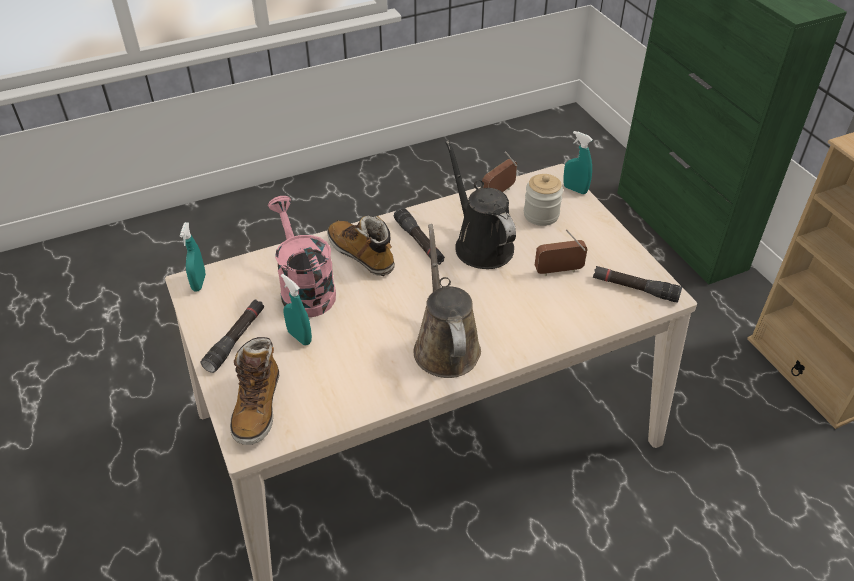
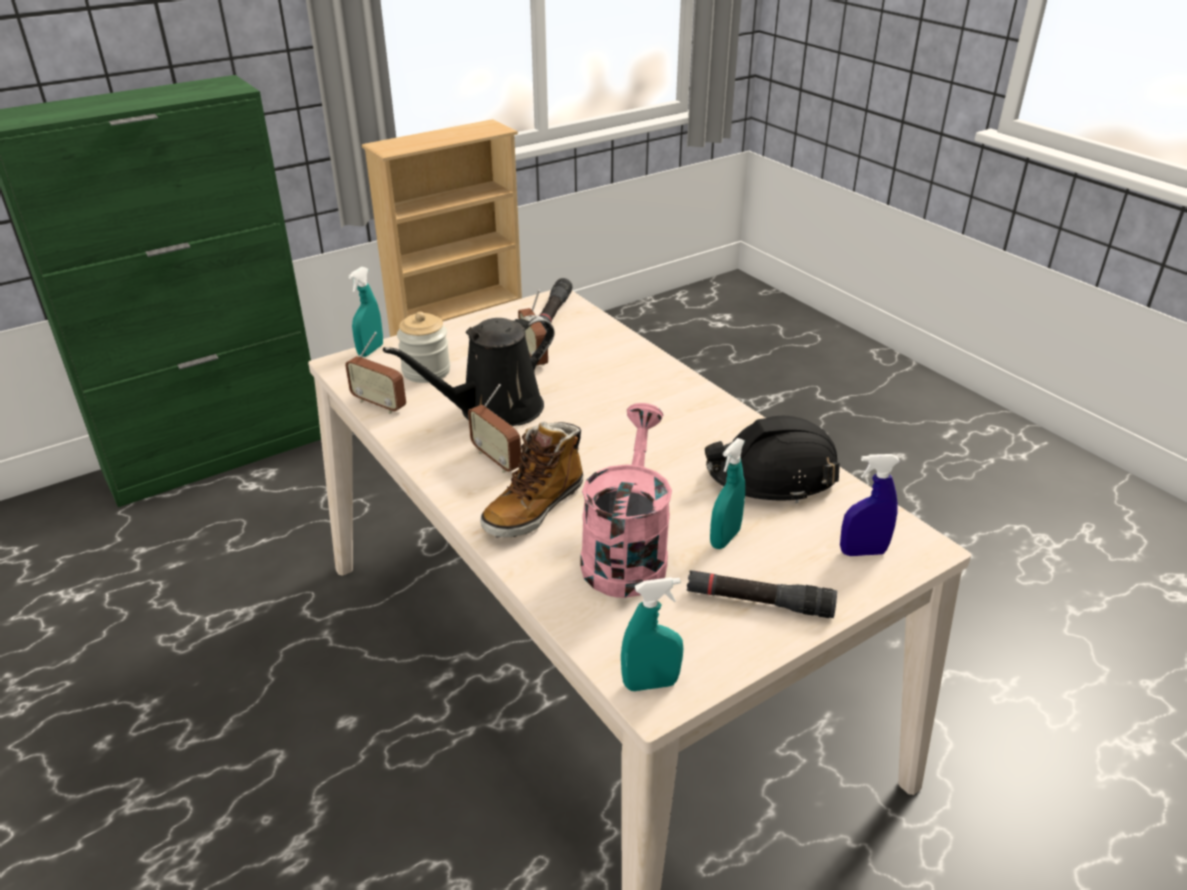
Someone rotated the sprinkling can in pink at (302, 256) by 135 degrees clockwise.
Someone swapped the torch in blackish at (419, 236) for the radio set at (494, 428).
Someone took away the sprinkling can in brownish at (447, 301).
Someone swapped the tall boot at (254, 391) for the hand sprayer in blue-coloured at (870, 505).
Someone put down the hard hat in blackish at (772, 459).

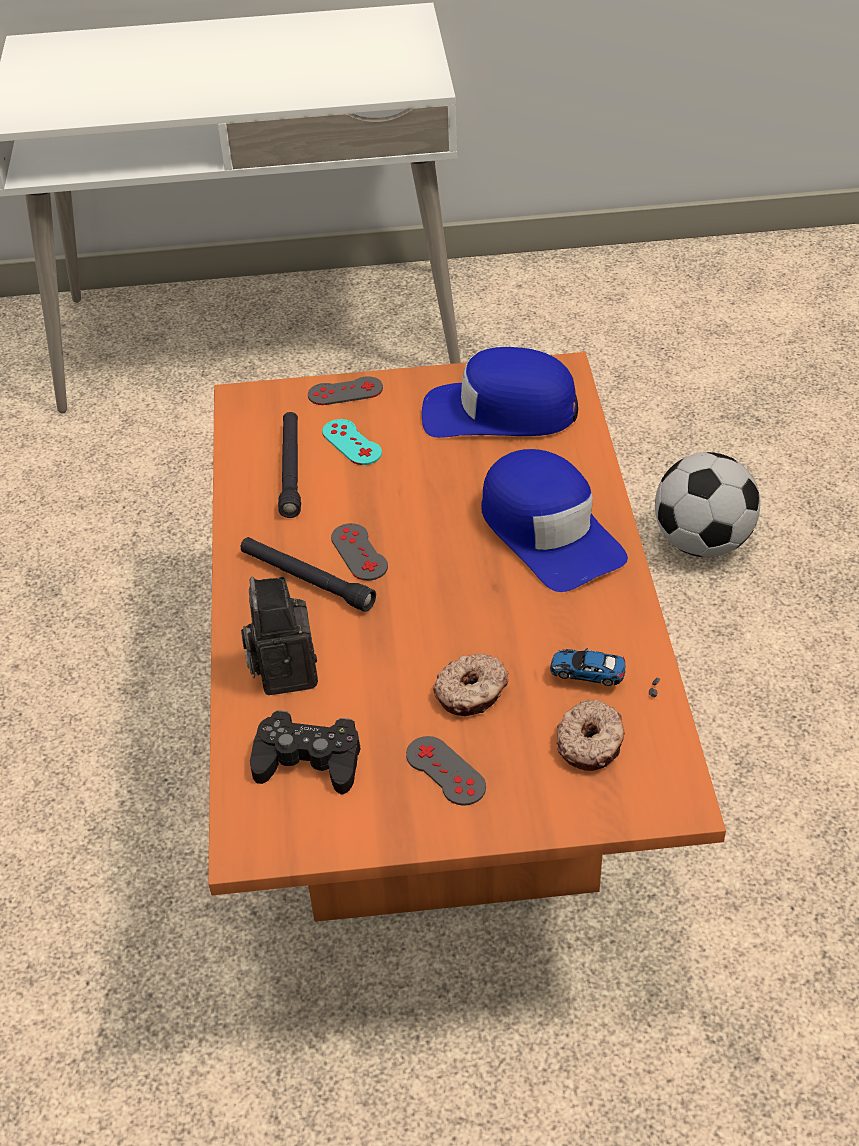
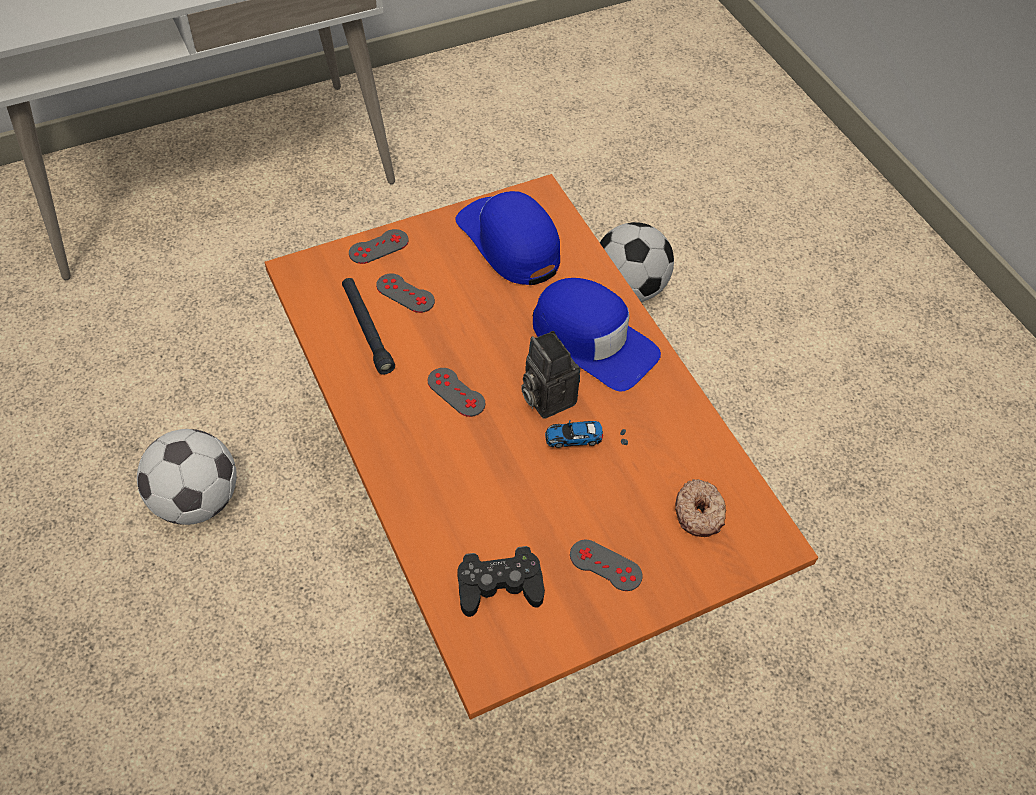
Someone rotated the cap in blue-coloured at (500, 392) by 75 degrees clockwise.
Someone repainted the joypad in turquoise at (352, 442), which became the joypad in gray at (405, 293).
Someone took away the torch in blackish at (308, 574).
Someone carried the still camera from (279, 636) to (550, 375).
Someone carried the toy car from (605, 673) to (586, 434).
Someone took away the doughnut at (471, 685).
Someone put down the ball for football at (187, 477).

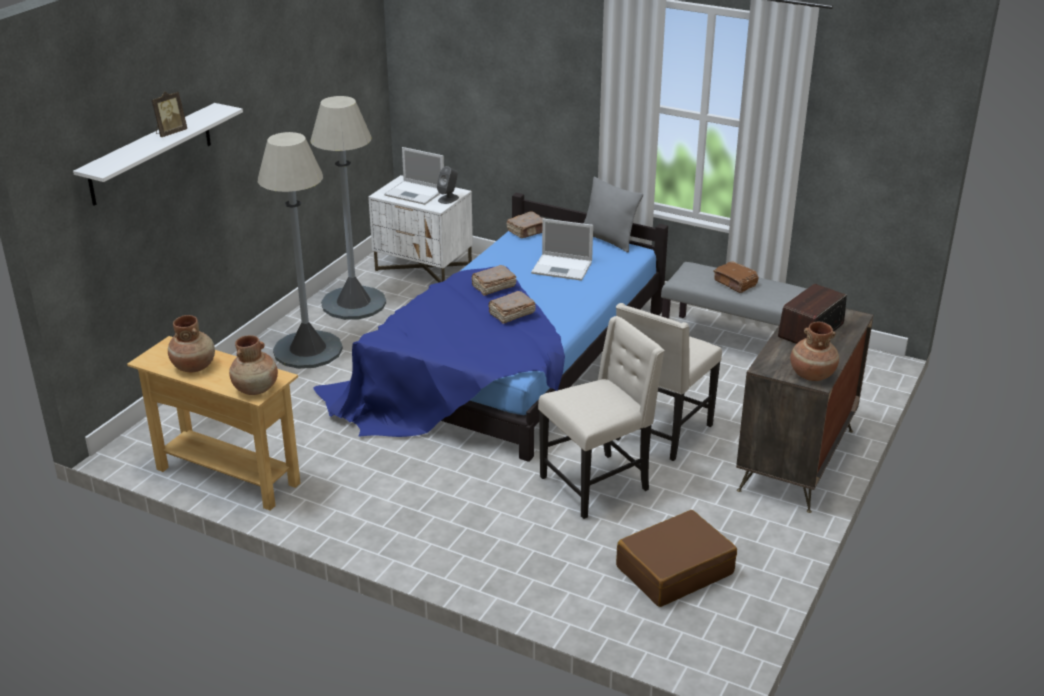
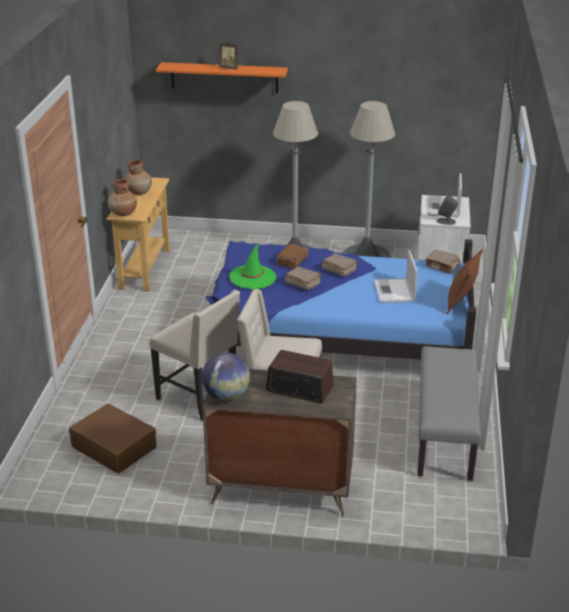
Someone repainted the bracket shelf in whitish at (158, 154), which became the bracket shelf in orangey at (222, 77).
Someone repainted the cushion in gray at (613, 214), which became the cushion in brownish at (464, 282).
Someone carried the book in brownish from (735, 277) to (293, 256).
Someone swapped the decorative vase in brownish at (814, 351) for the globe at (226, 376).
Someone put down the wearable hat in greenish at (252, 267).

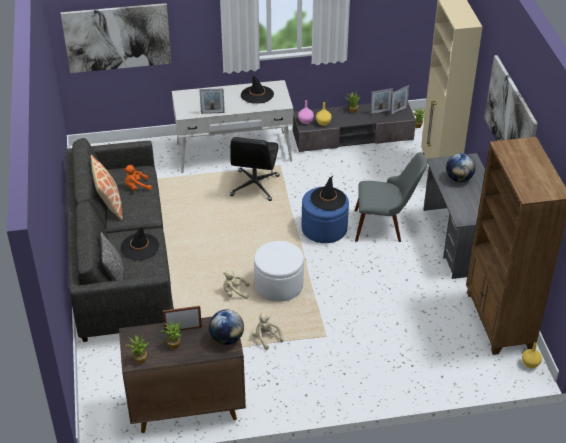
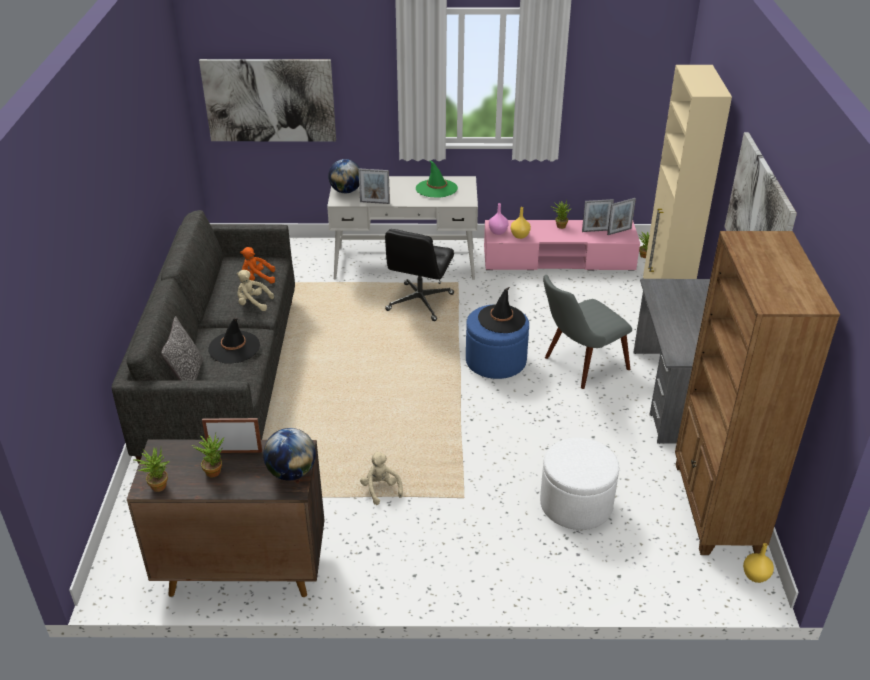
Someone repainted the wearable hat in blackish at (257, 89), which became the wearable hat in greenish at (437, 178).
Someone repainted the tv stand in gray at (354, 127), which became the tv stand in pink at (562, 245).
Someone rotated the upright chair in gray at (391, 197) by 135 degrees clockwise.
Someone carried the globe from (461, 167) to (344, 176).
Someone took away the cushion at (107, 187).
Someone carried the pouffe in whitish from (279, 271) to (579, 483).
Someone carried the plush toy in sand-coloured from (236, 284) to (255, 290).

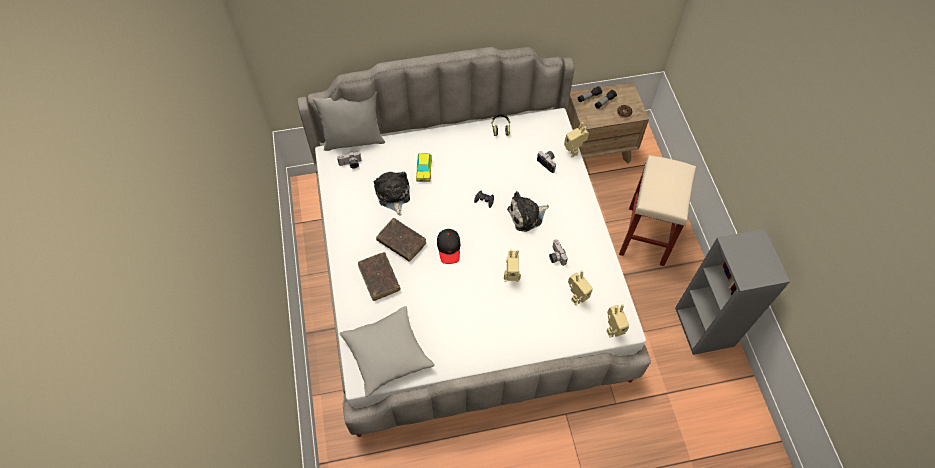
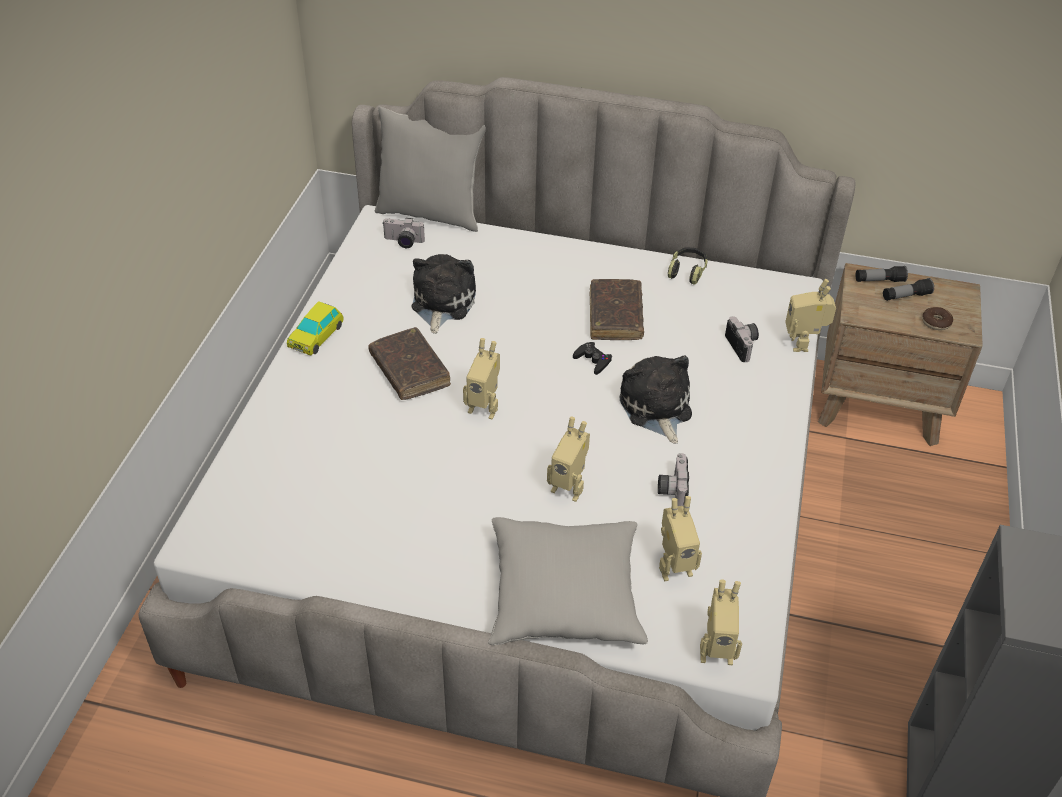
Someone carried the toy car from (424, 167) to (315, 328).
Someone took away the sitting stool in sand-coloured at (657, 210).
Someone rotated the plush toy at (528, 211) by 75 degrees clockwise.
Someone swapped the cap in blackish at (448, 246) for the toy robot at (481, 378).
Someone carried the book in brownish from (379, 276) to (617, 309).
Someone carried the cushion in gray from (387, 351) to (568, 581).

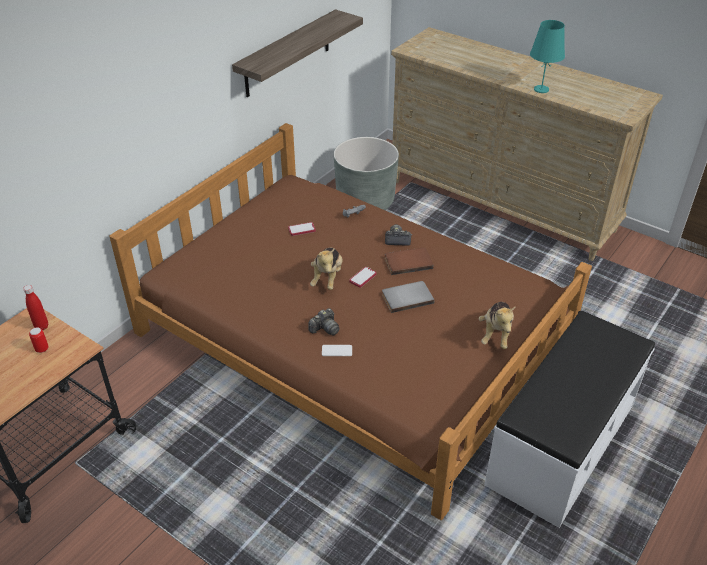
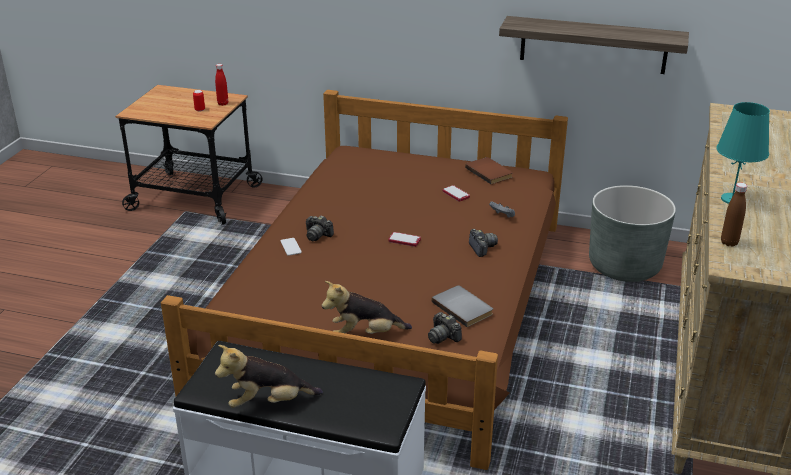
Someone carried the plush toy from (326, 269) to (269, 376).
Someone carried the book in brownish from (409, 261) to (489, 170).
Someone carried the book in gray from (408, 297) to (462, 306).
Someone put down the bottle in brownish at (734, 215).
Someone put down the still camera at (445, 328).

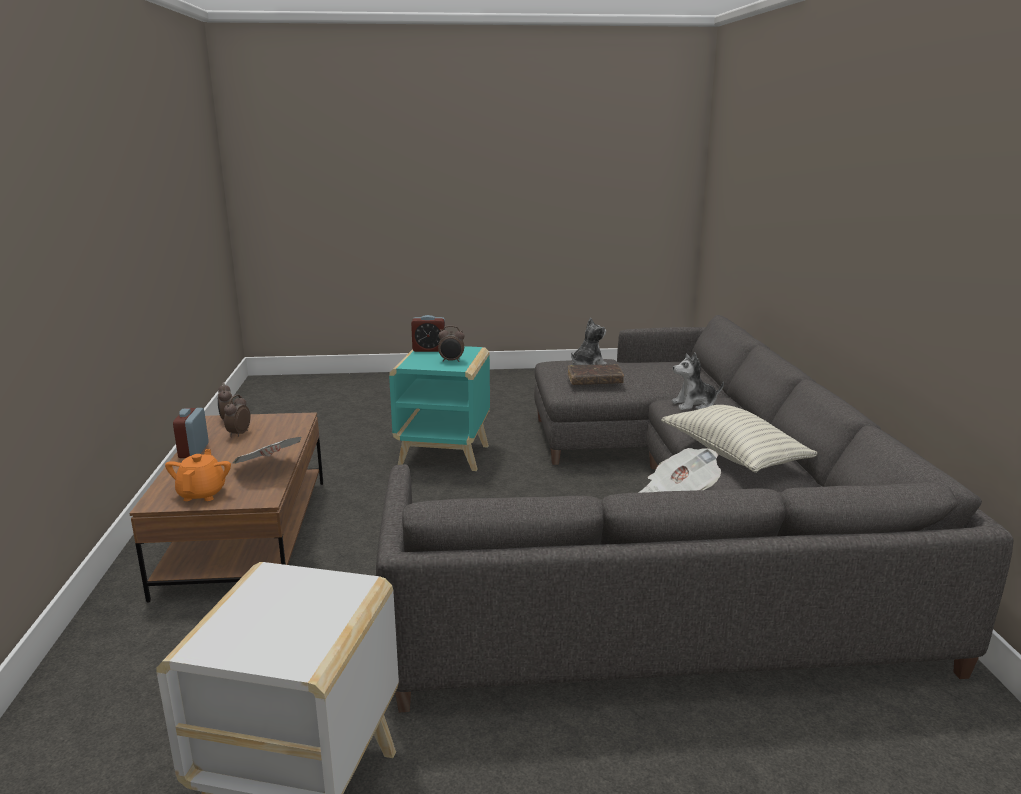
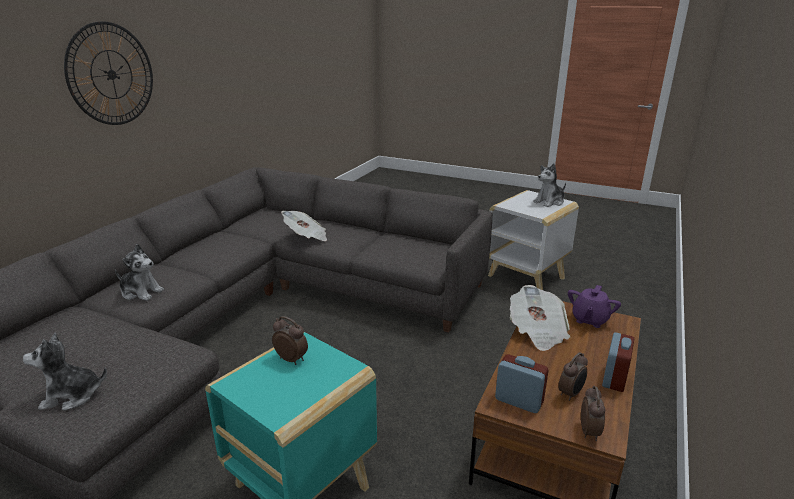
Someone carried the alarm clock from (428, 333) to (522, 383).
Someone took away the book in brownish at (595, 374).
Someone took away the cushion at (739, 439).
Someone repainted the teapot in orangey at (198, 475), which became the teapot in purple at (594, 306).
Someone put up the wall clock at (108, 73).
Someone put down the plush toy at (549, 185).

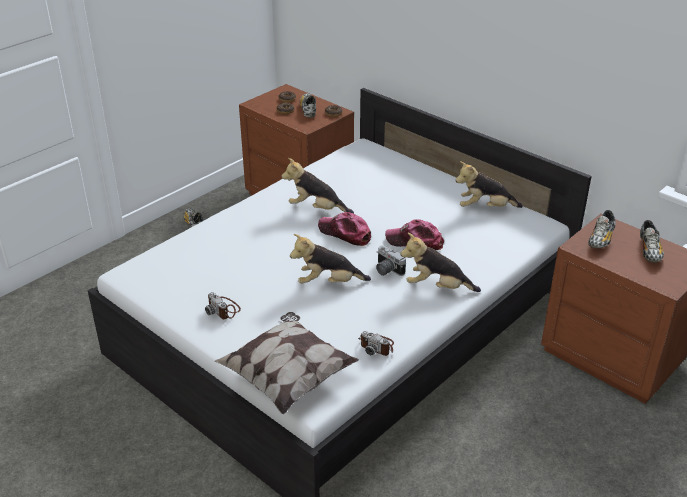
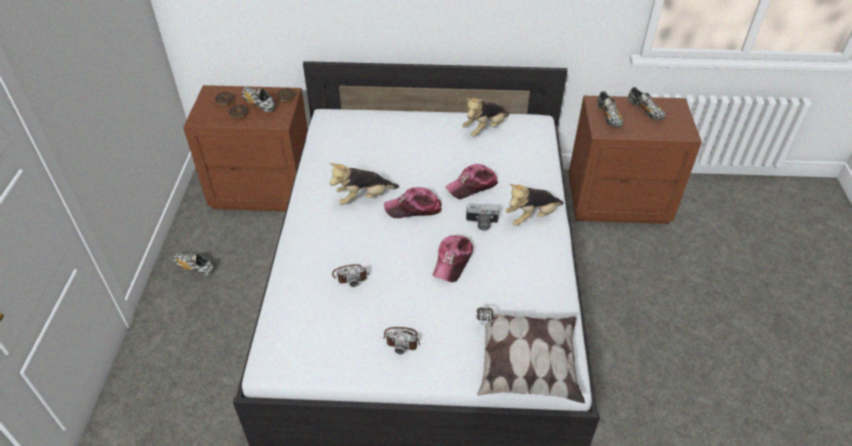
Someone swapped the plush toy at (330, 259) for the cap at (453, 258).
Someone carried the still camera from (376, 343) to (351, 275).

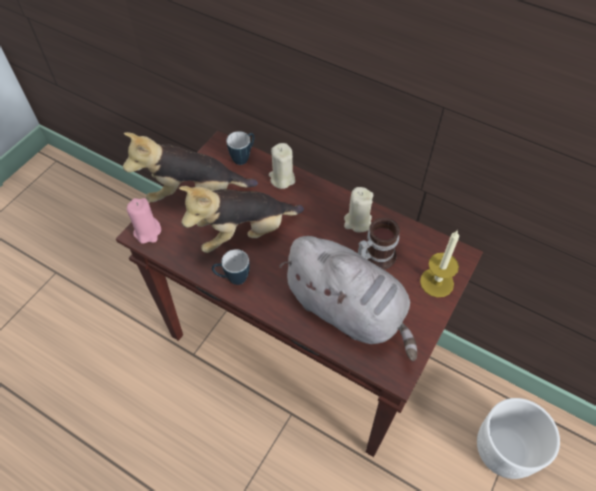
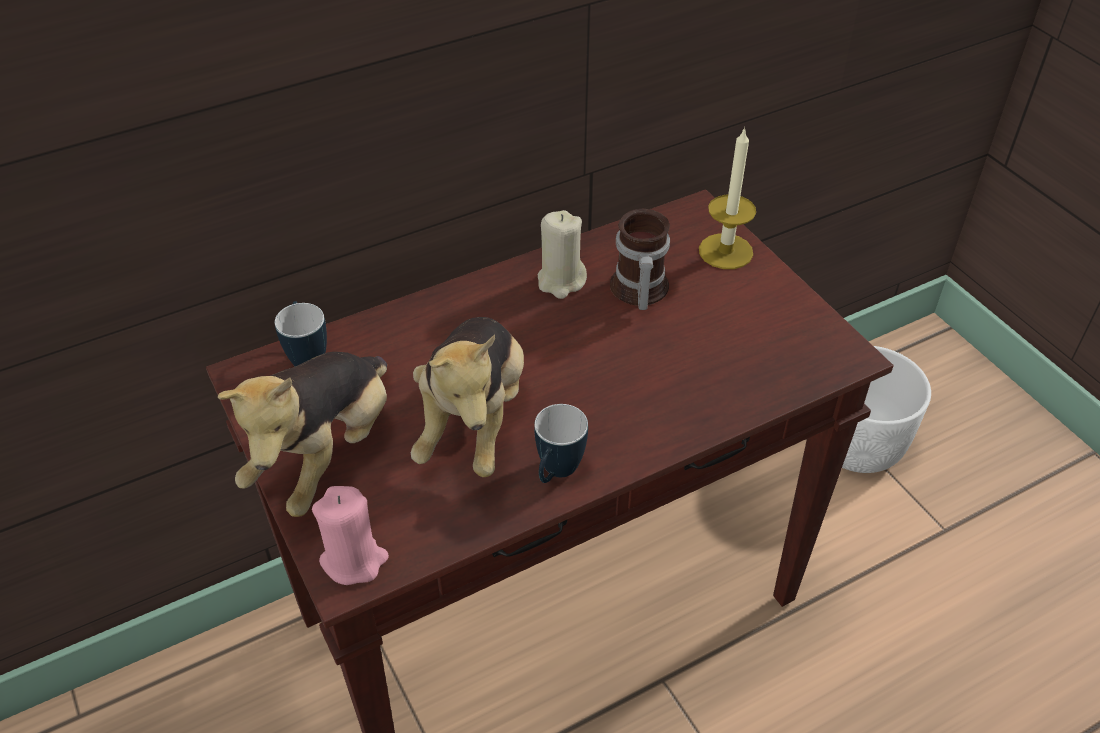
Someone took away the wax light in sand-coloured at (282, 166).
Someone took away the plush toy in gray at (348, 298).

